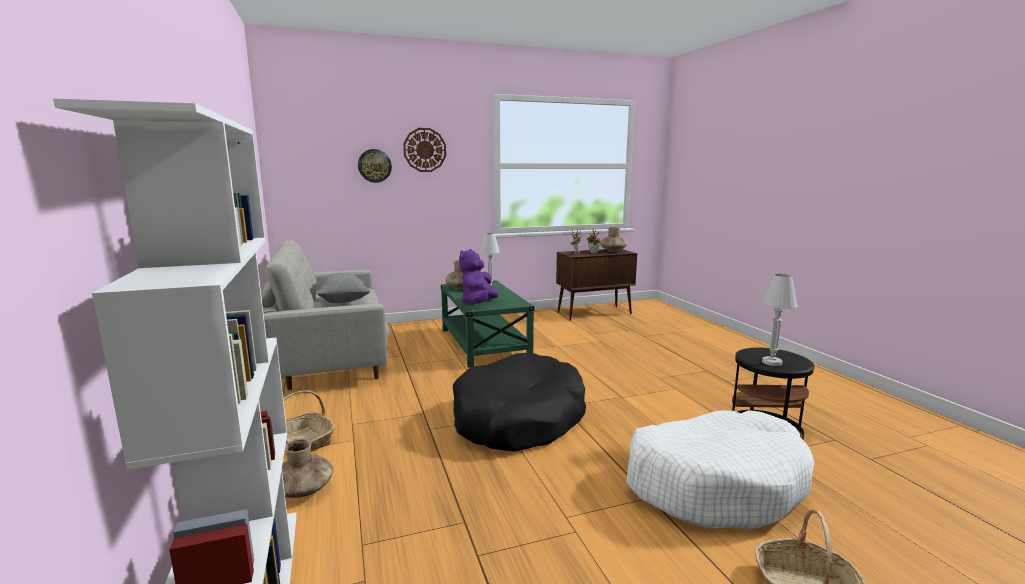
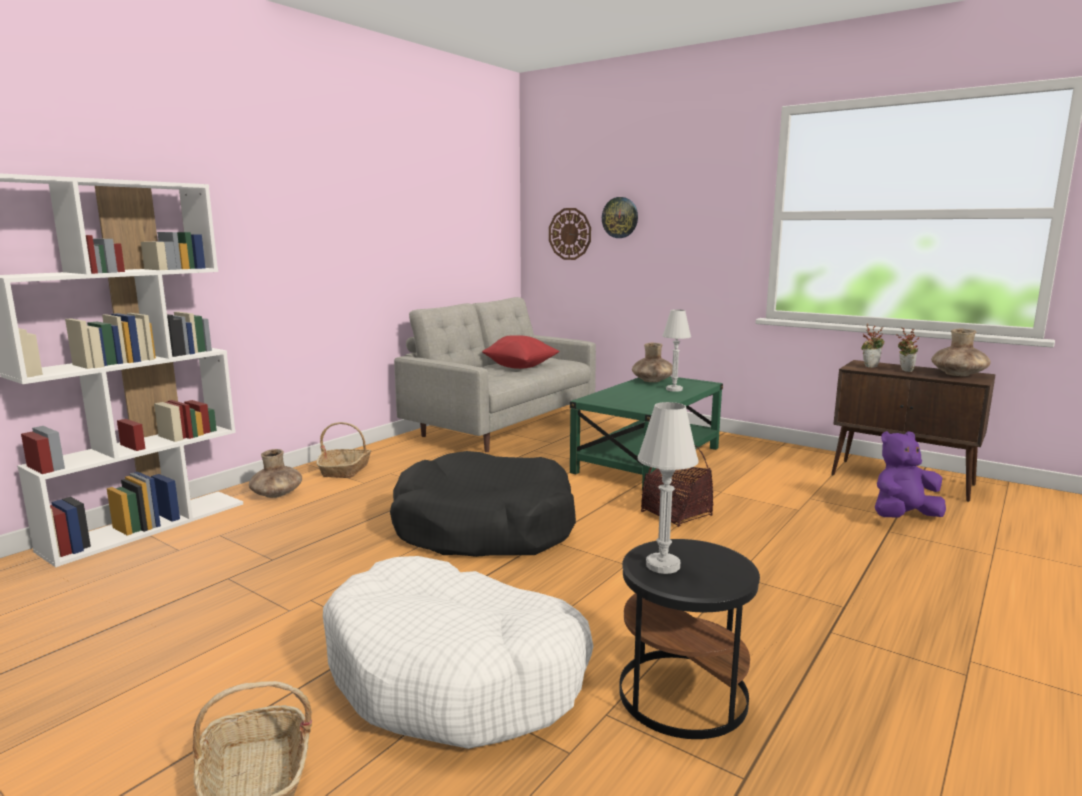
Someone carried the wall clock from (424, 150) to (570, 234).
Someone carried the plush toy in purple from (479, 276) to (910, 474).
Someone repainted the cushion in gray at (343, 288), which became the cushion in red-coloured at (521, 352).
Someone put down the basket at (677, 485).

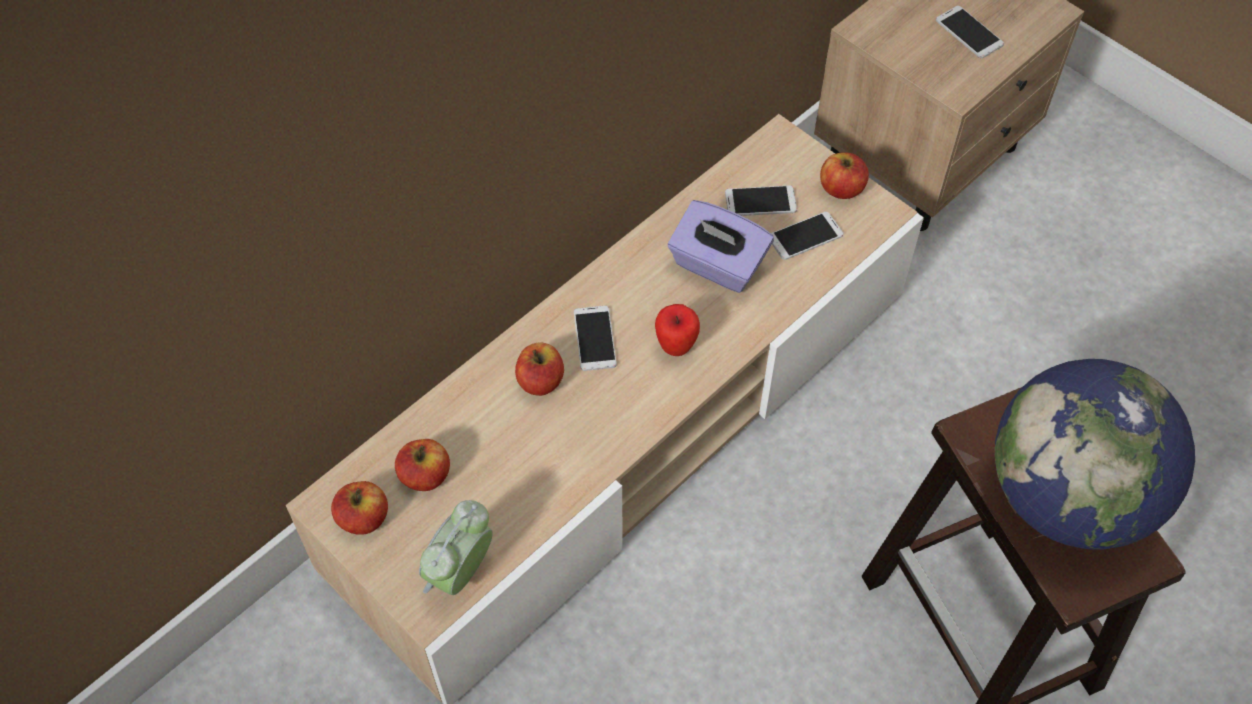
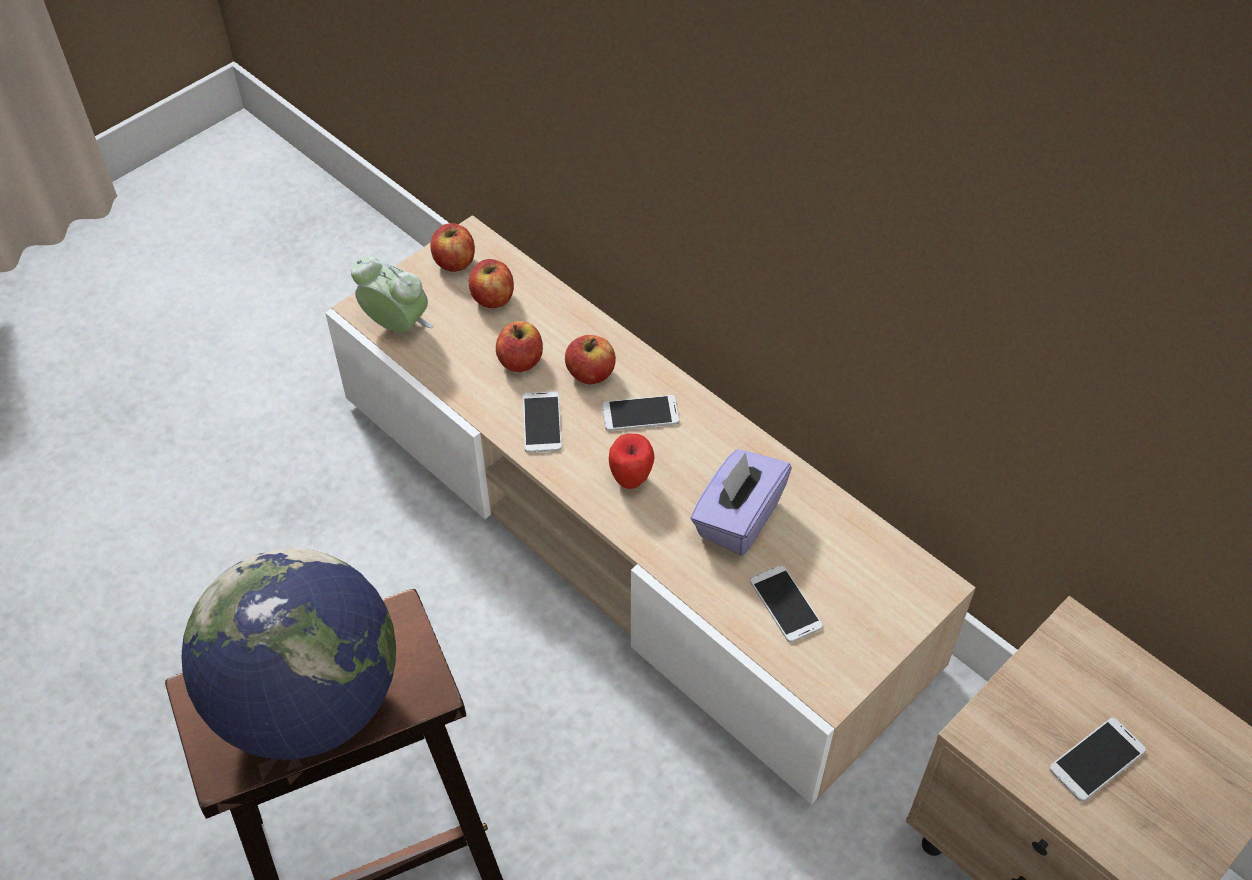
Someone carried the apple from (844, 175) to (519, 346).
Someone carried the telephone from (761, 200) to (542, 422).

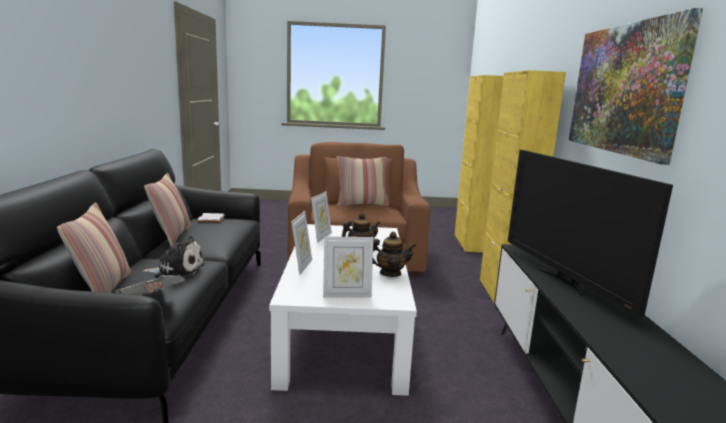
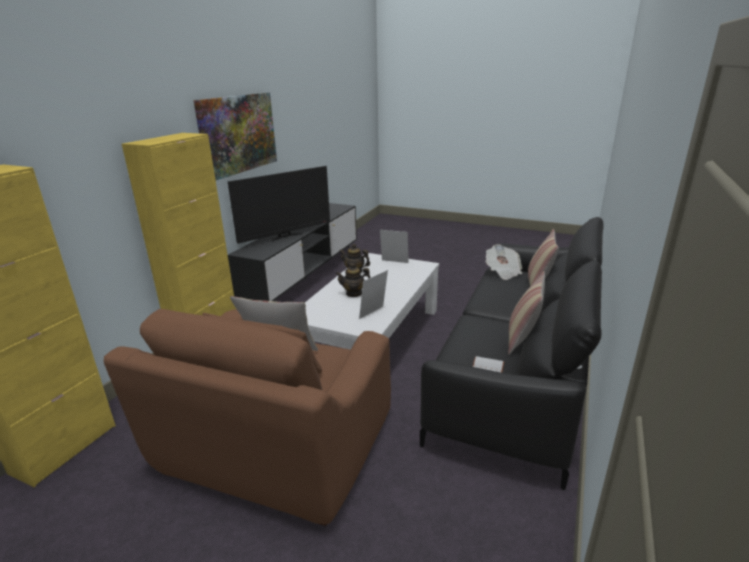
Someone rotated the television at (590, 233) by 45 degrees clockwise.
Someone took away the standing frame at (301, 243).
Someone took away the plush toy at (173, 257).

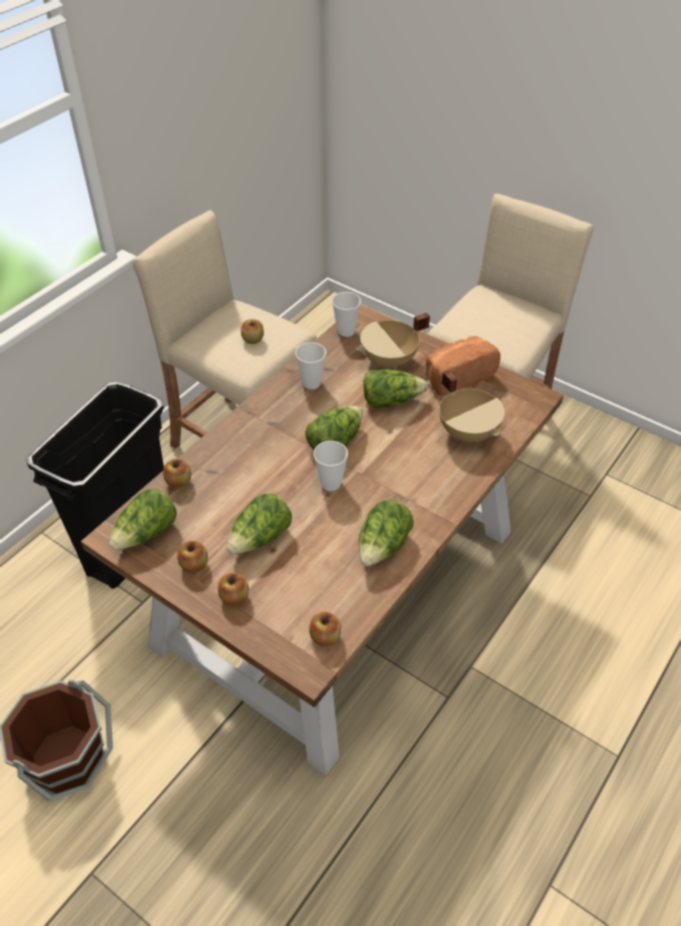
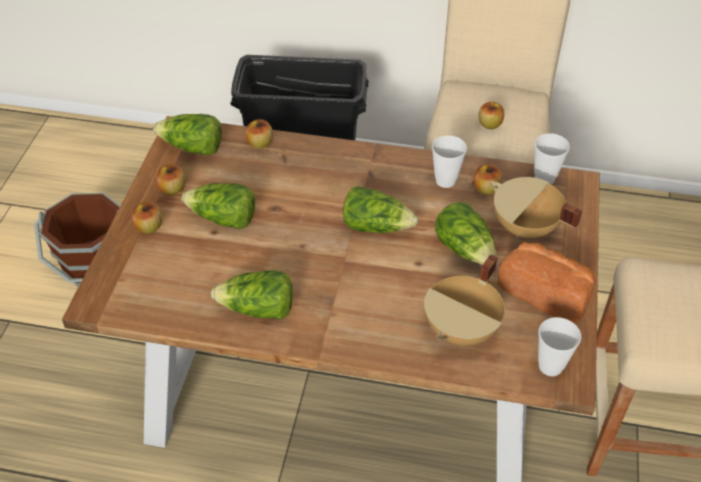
Someone carried the drinking cup from (330, 466) to (559, 346).
Someone carried the apple from (325, 629) to (487, 179).

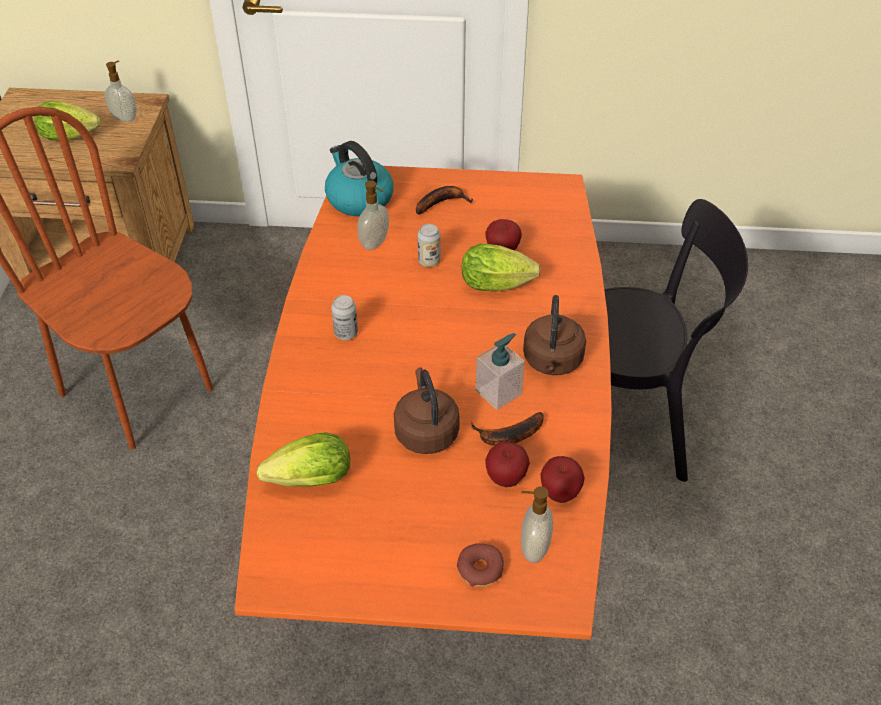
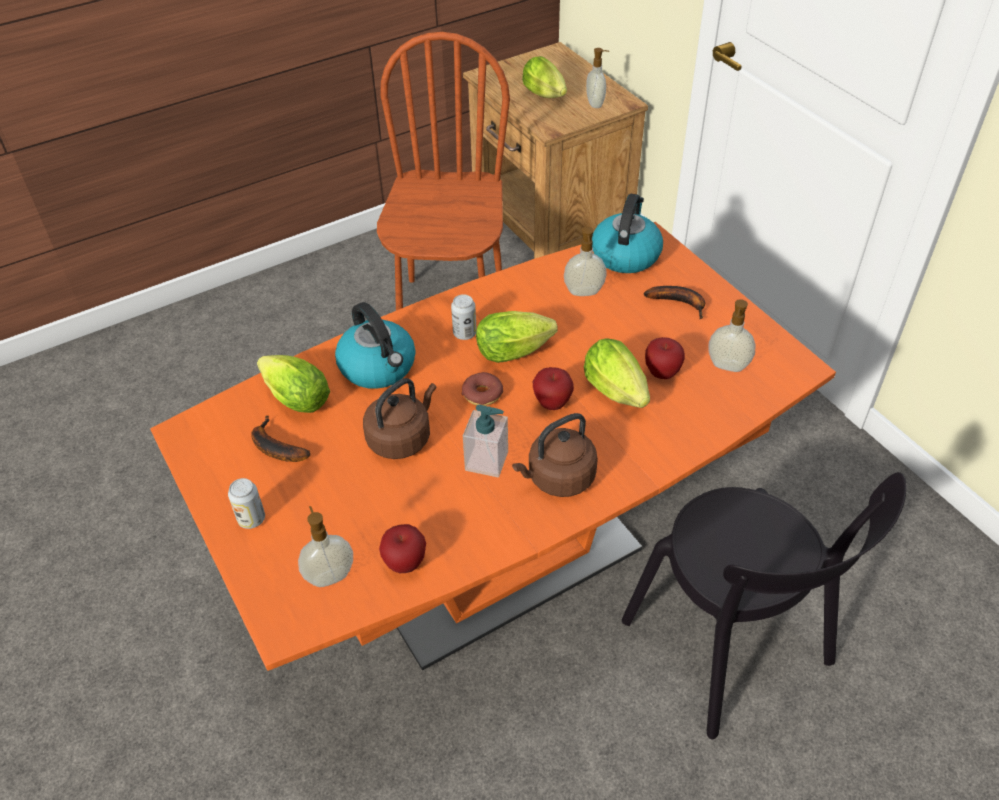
Someone carried the can from (429, 245) to (246, 503).
Someone carried the banana from (507, 429) to (281, 438).
Someone carried the apple from (507, 464) to (553, 388).
Someone carried the doughnut from (480, 565) to (482, 389).
Someone put down the soap bottle at (732, 335).
Someone put down the kettle at (375, 345).
Someone put down the lettuce at (517, 337).

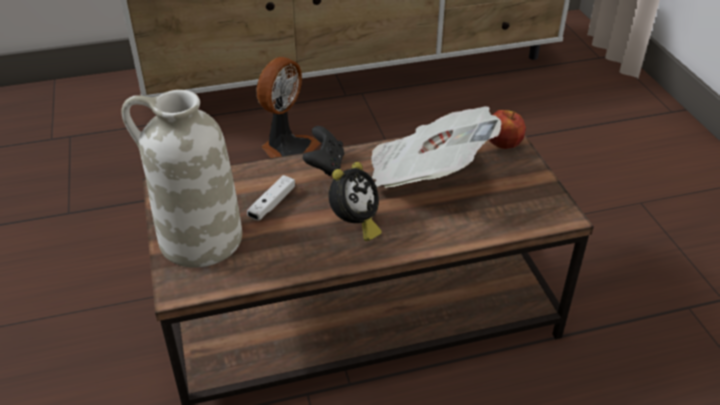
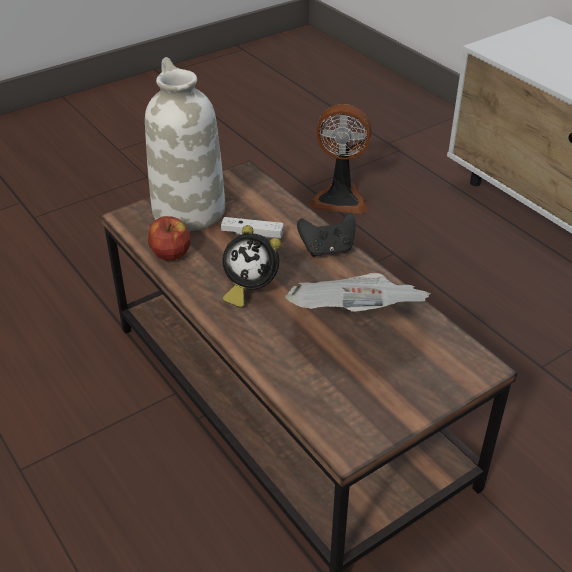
Someone carried the electric fan from (288, 107) to (340, 159).
Someone carried the apple from (507, 129) to (169, 238).

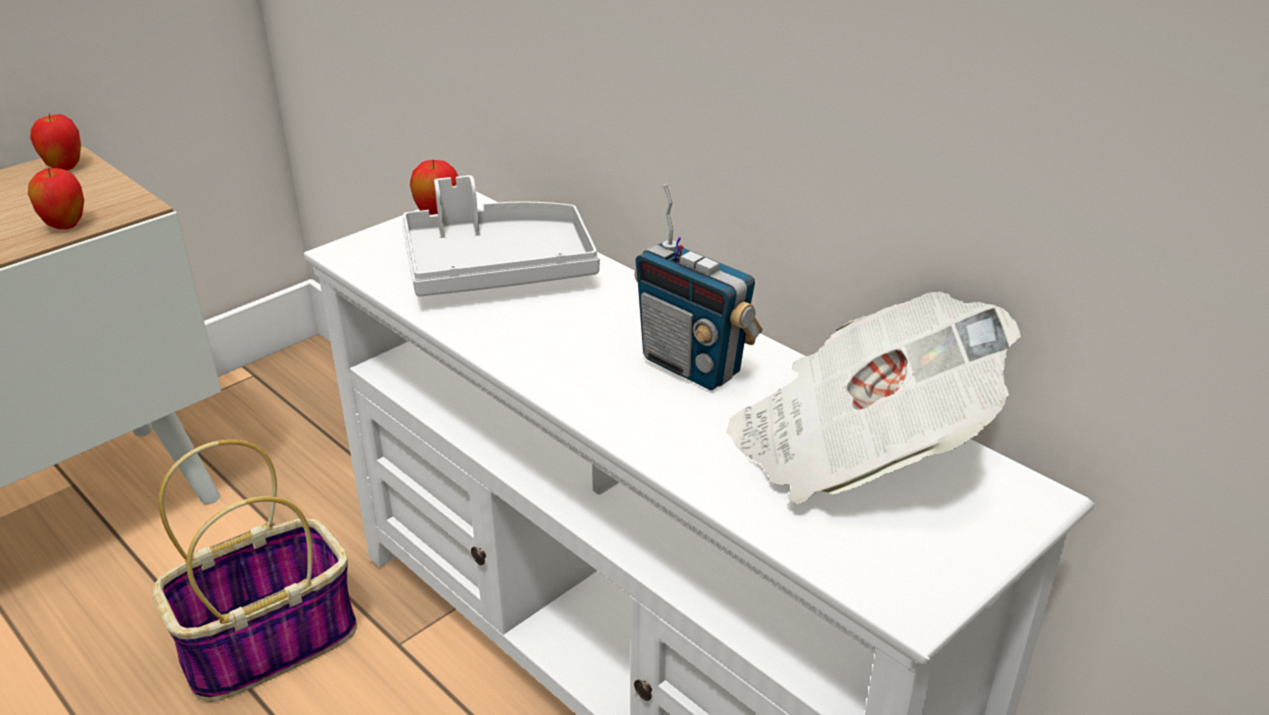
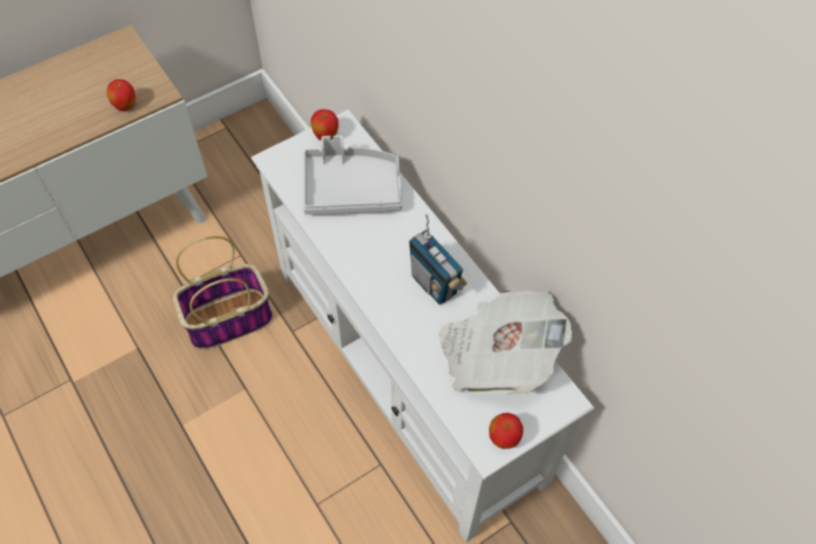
Someone carried the apple from (55, 142) to (506, 431).

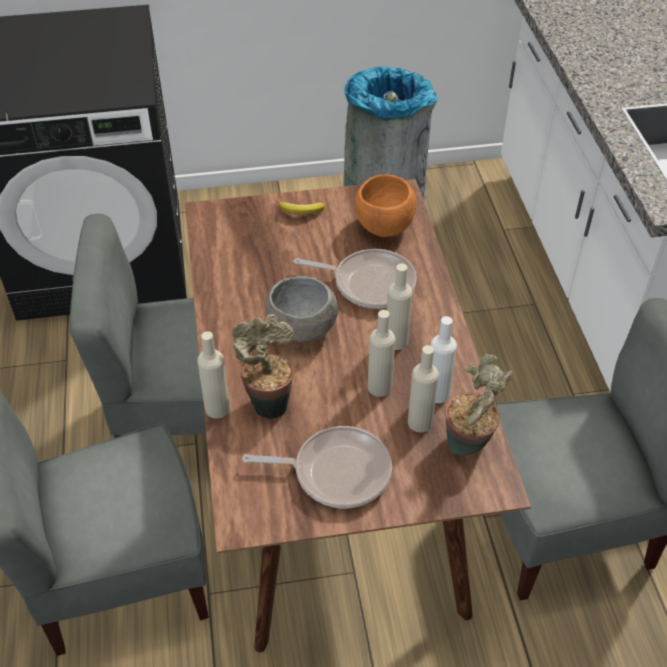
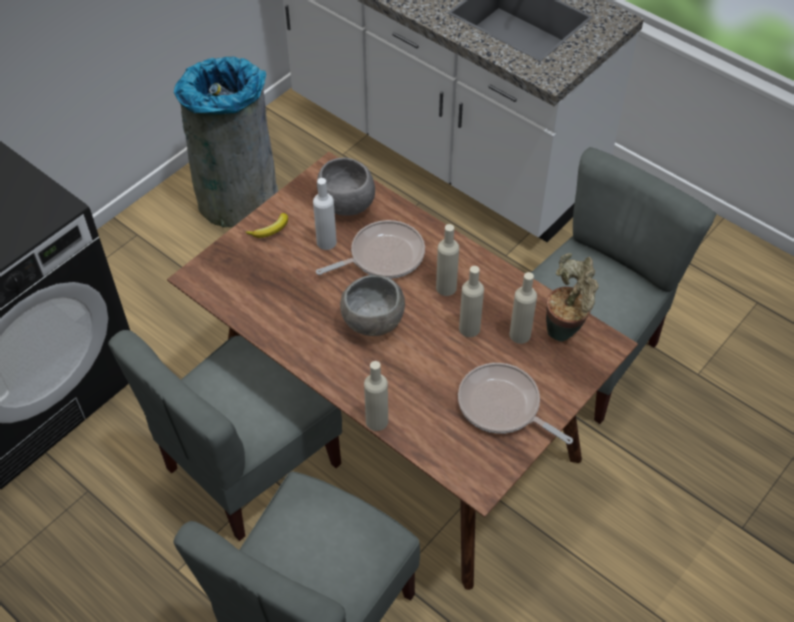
Someone repainted the serving bowl in orangey at (385, 205), which became the serving bowl in gray at (346, 186).
Someone took away the potted plant at (263, 366).
Someone carried the bottle in whitish from (444, 359) to (325, 214).
Someone rotated the pan at (317, 467) by 105 degrees counterclockwise.

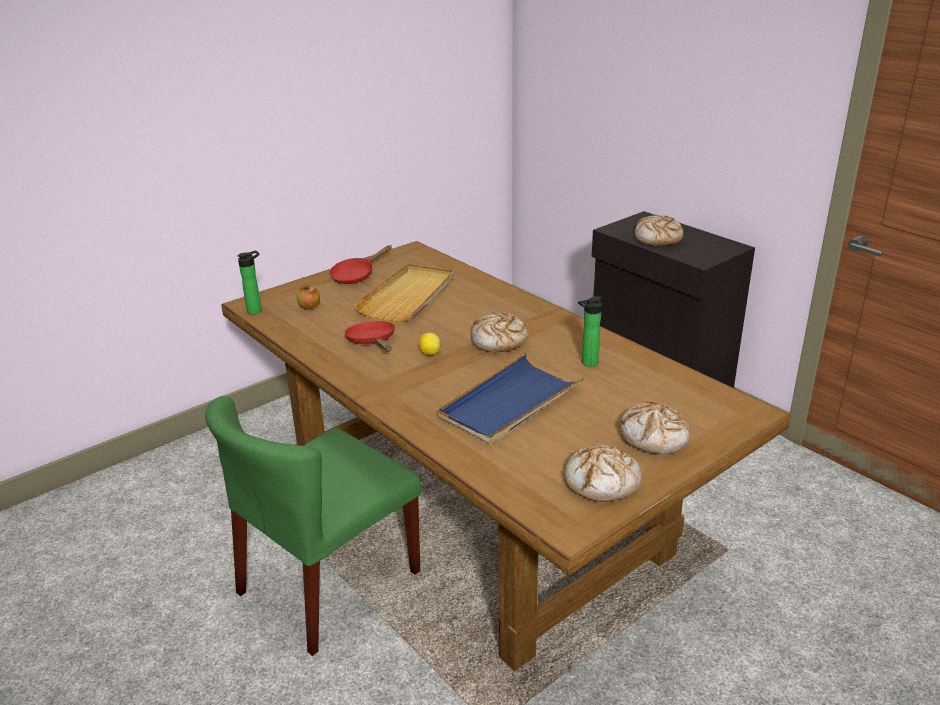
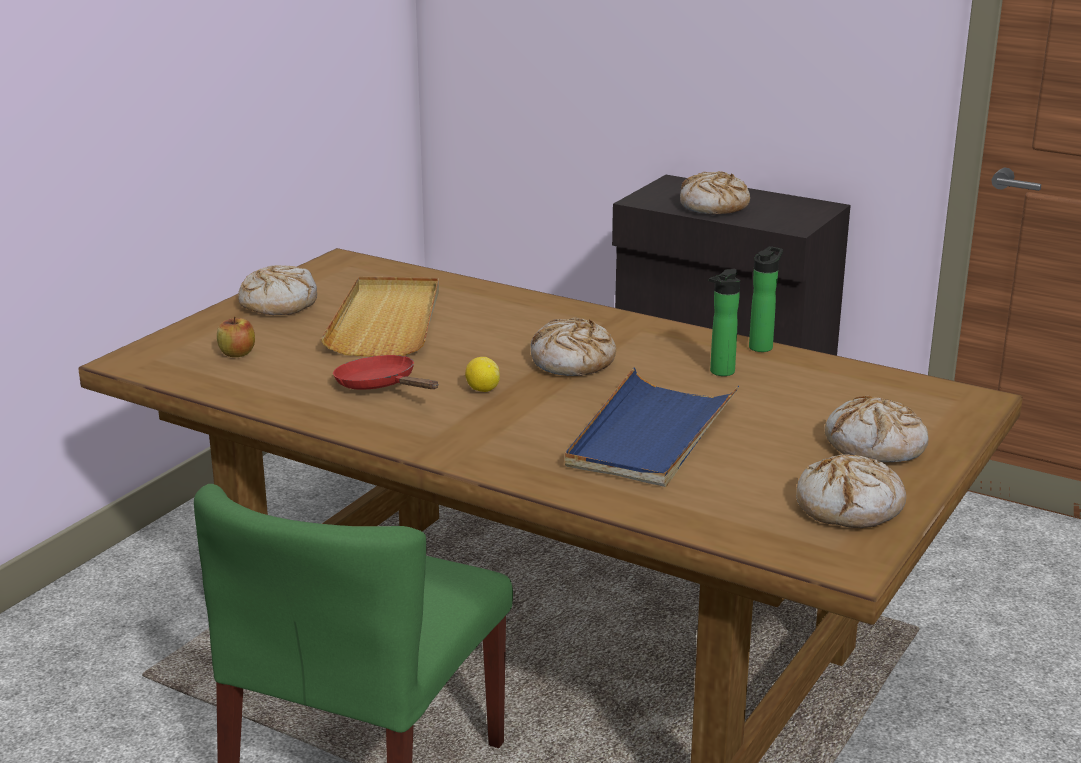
Someone swapped the pan in red-coloured at (360, 264) for the bread at (277, 290).
Someone carried the bottle from (249, 282) to (766, 299).

